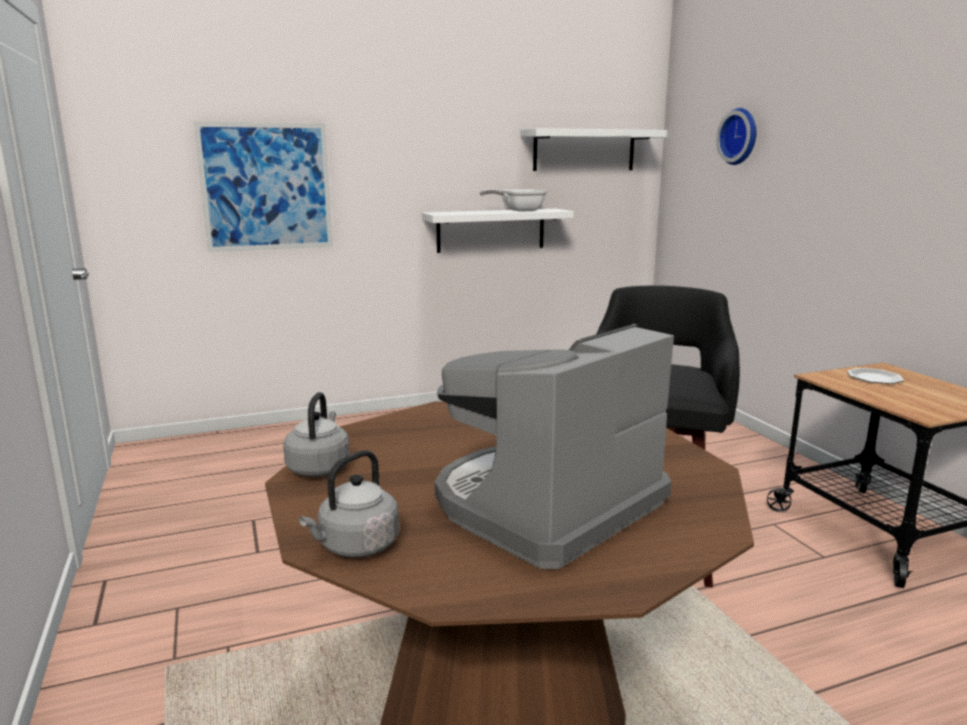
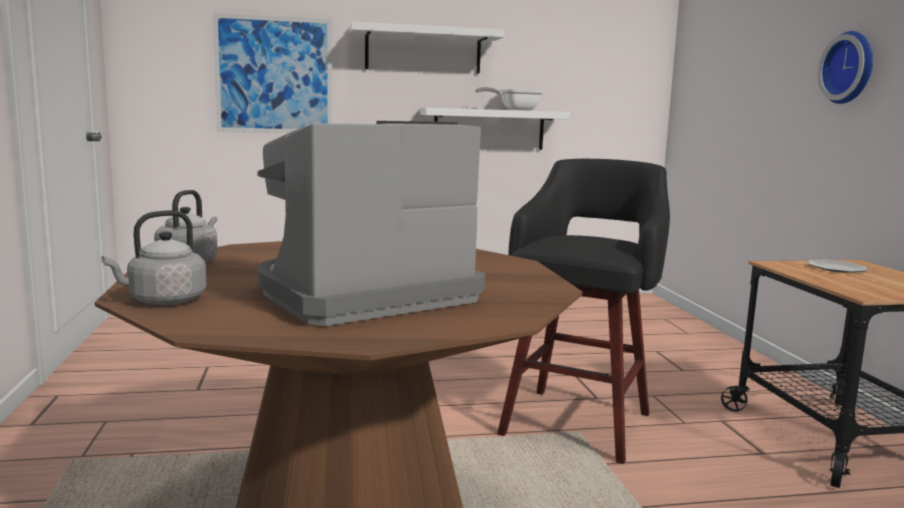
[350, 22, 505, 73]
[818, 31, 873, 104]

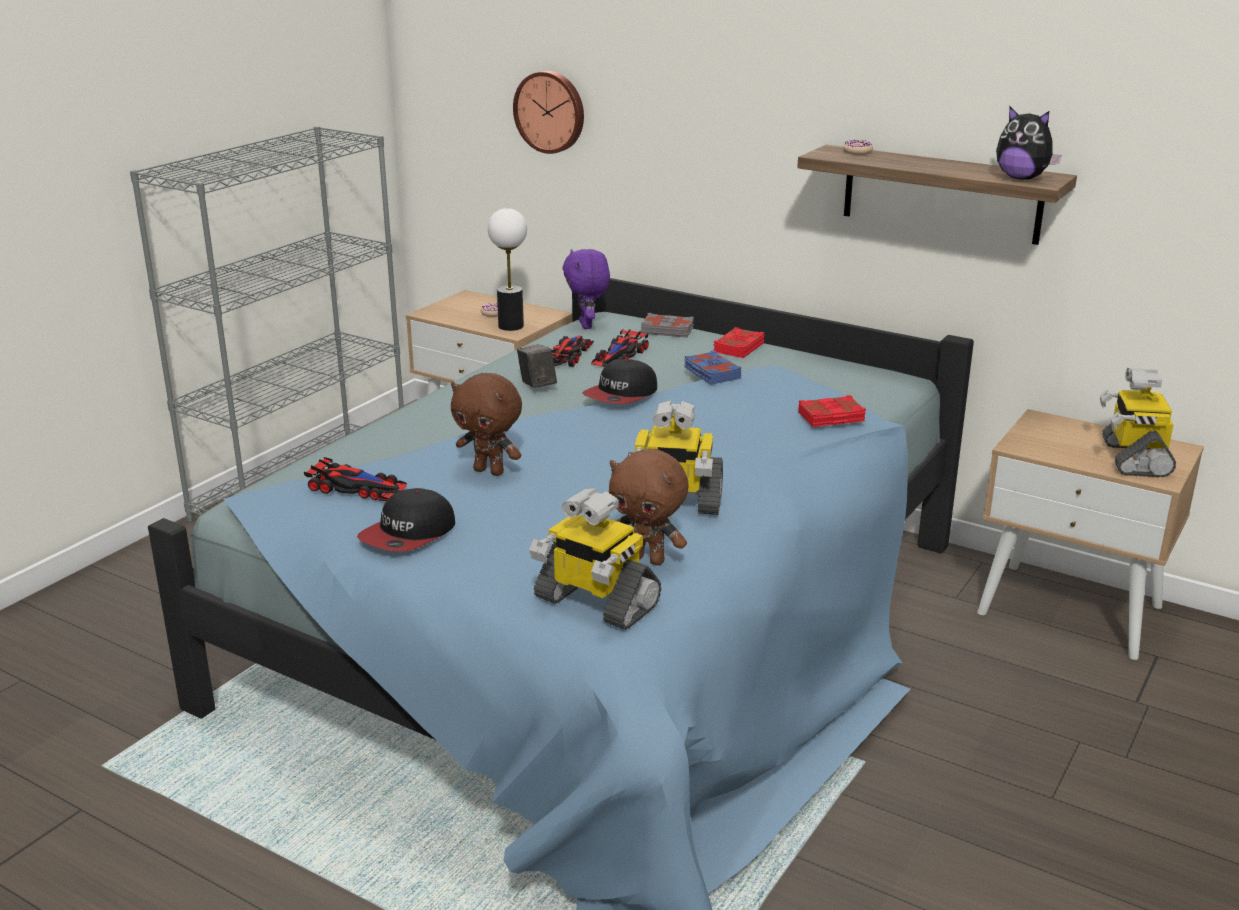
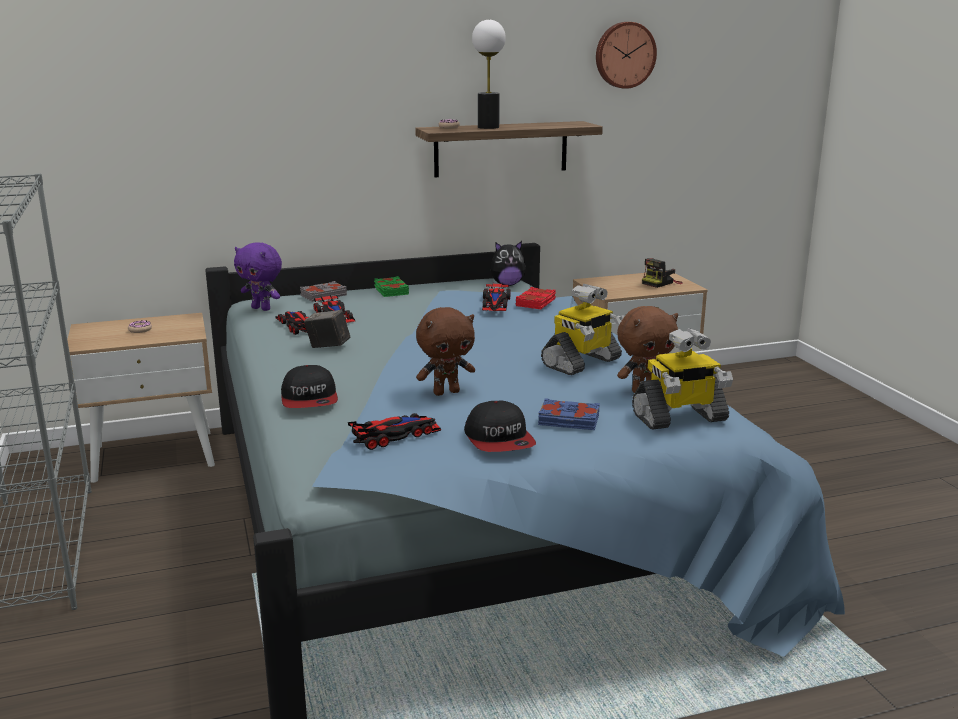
[472, 20, 506, 129]
[596, 22, 657, 89]
[281, 365, 338, 408]
[538, 398, 600, 430]
[374, 276, 409, 297]
[491, 241, 526, 286]
[642, 258, 683, 288]
[482, 284, 511, 311]

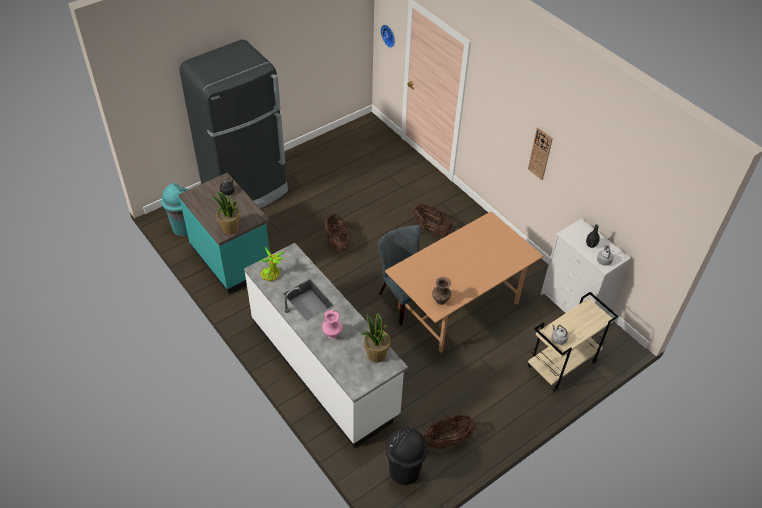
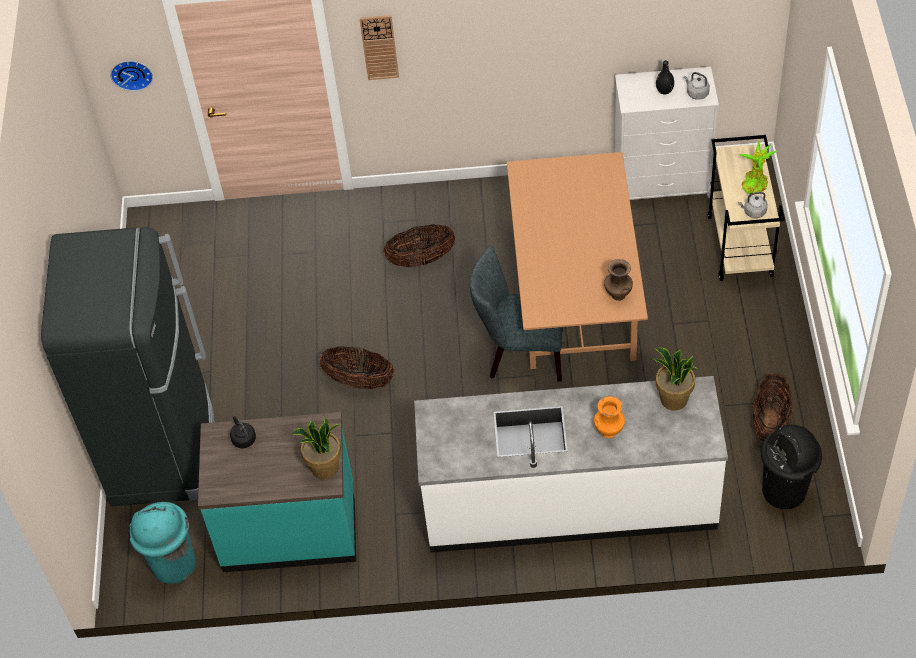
[739, 141, 777, 194]
[594, 396, 625, 438]
[359, 15, 399, 80]

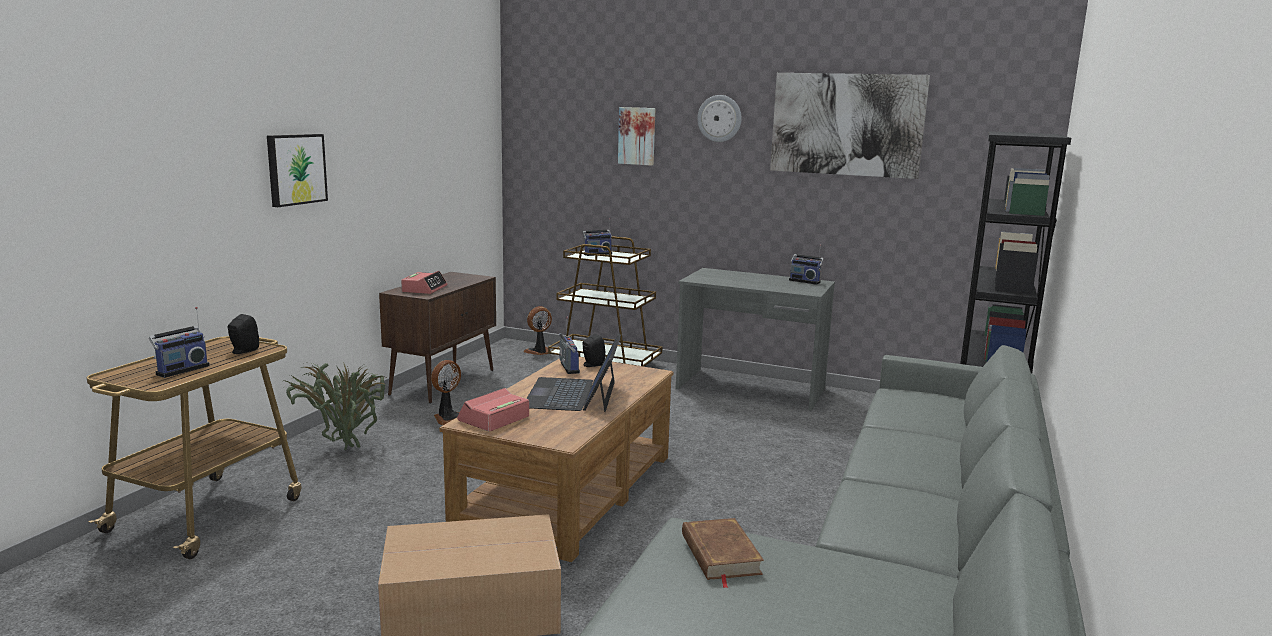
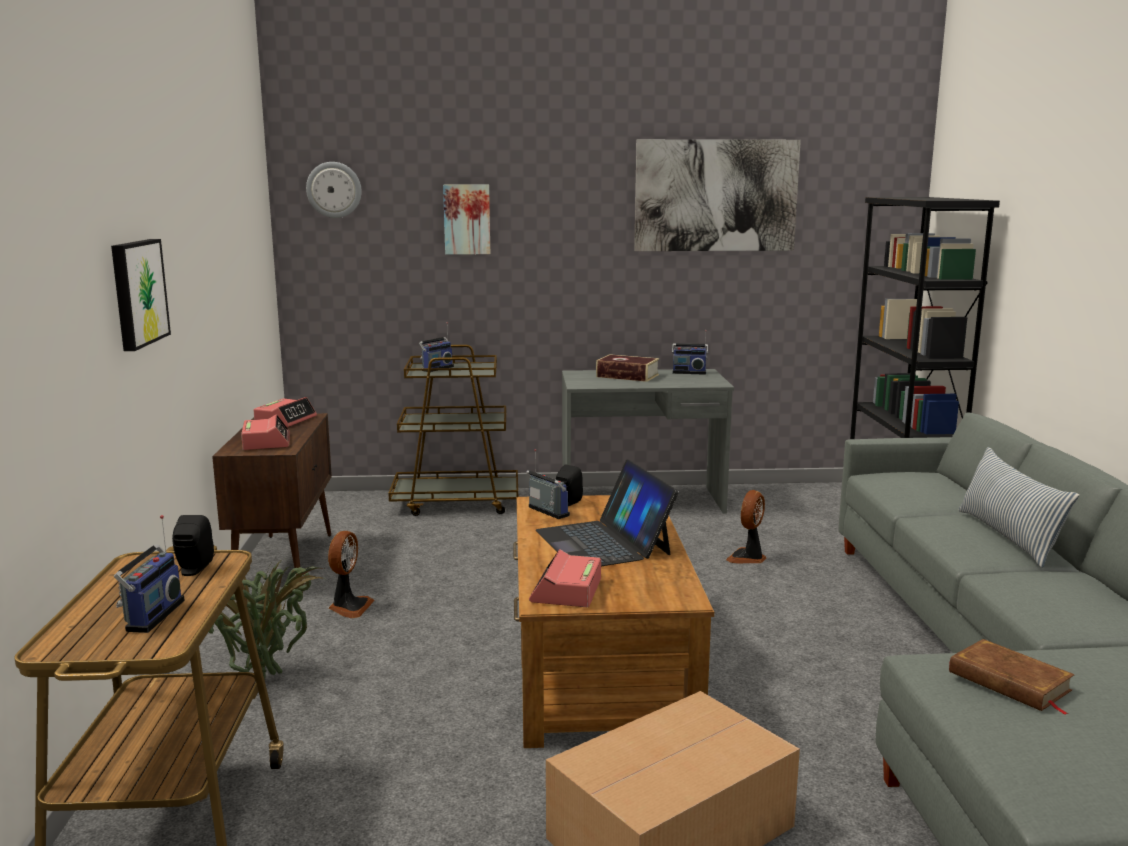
[726, 490, 766, 563]
[306, 162, 362, 218]
[253, 397, 317, 427]
[596, 354, 659, 382]
[958, 447, 1079, 568]

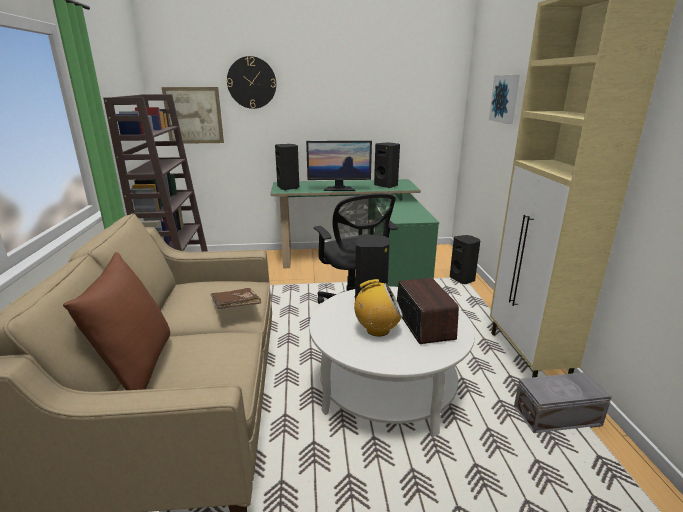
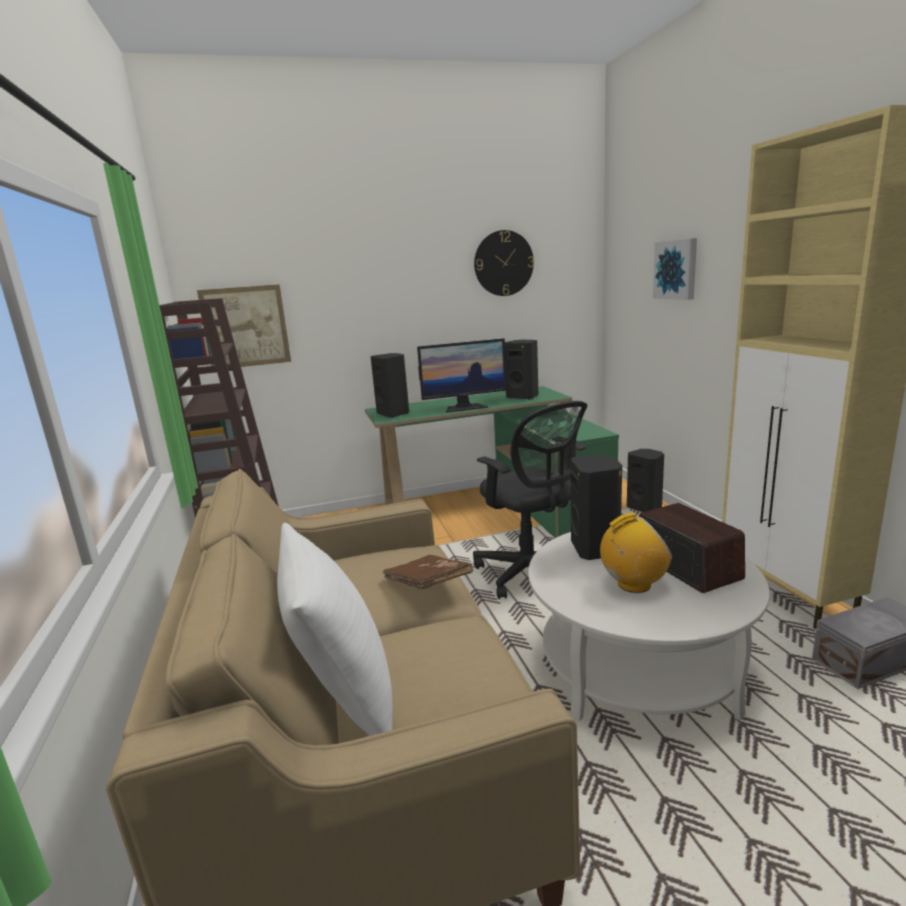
[277, 523, 393, 736]
[474, 230, 534, 296]

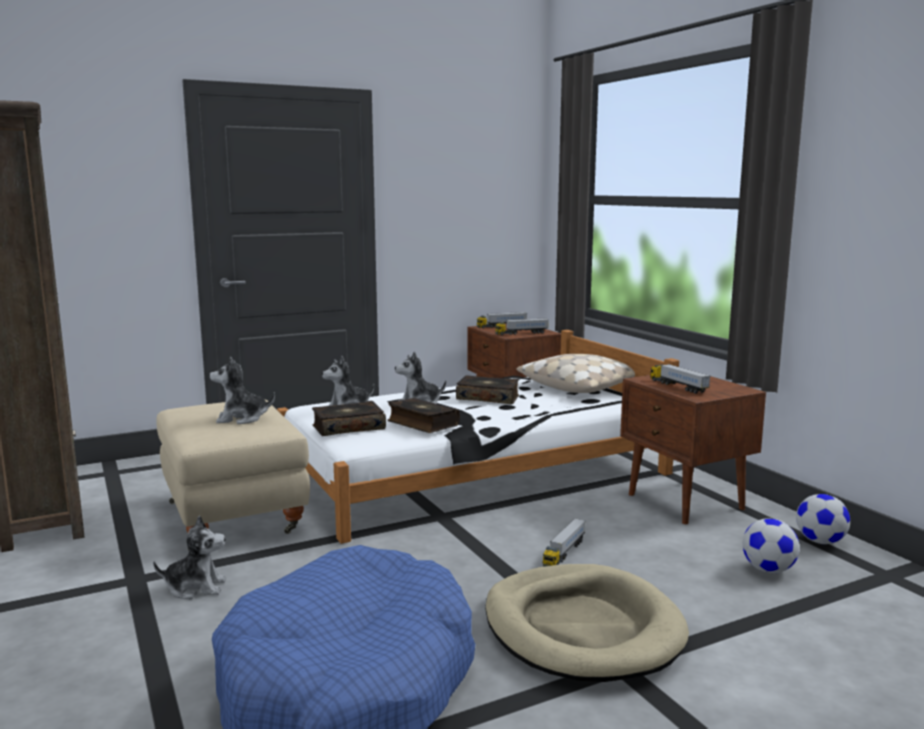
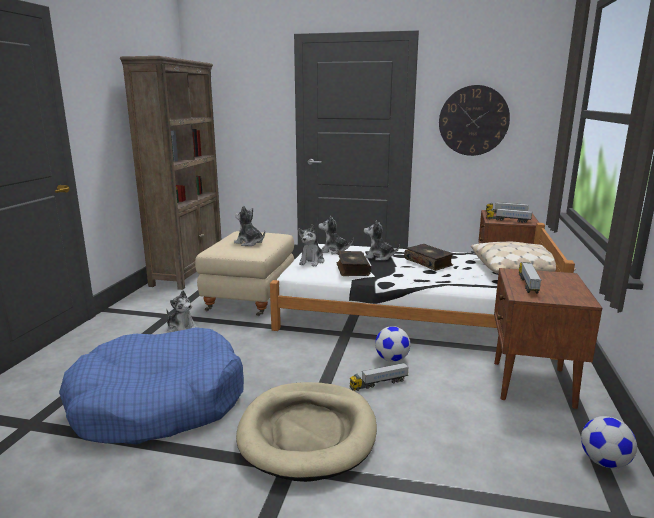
[298, 224, 324, 266]
[375, 326, 411, 362]
[439, 85, 510, 156]

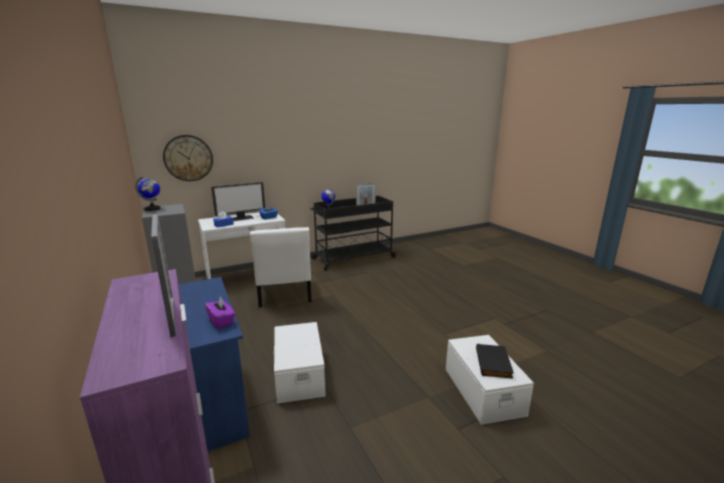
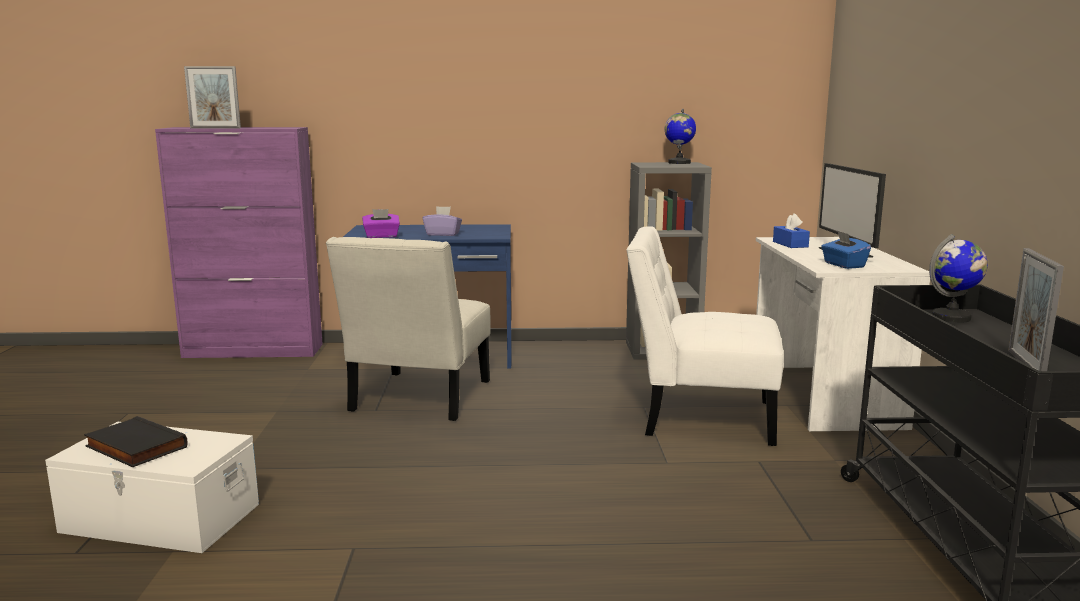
[163, 135, 213, 181] (first image)
[326, 237, 491, 421]
[422, 206, 462, 236]

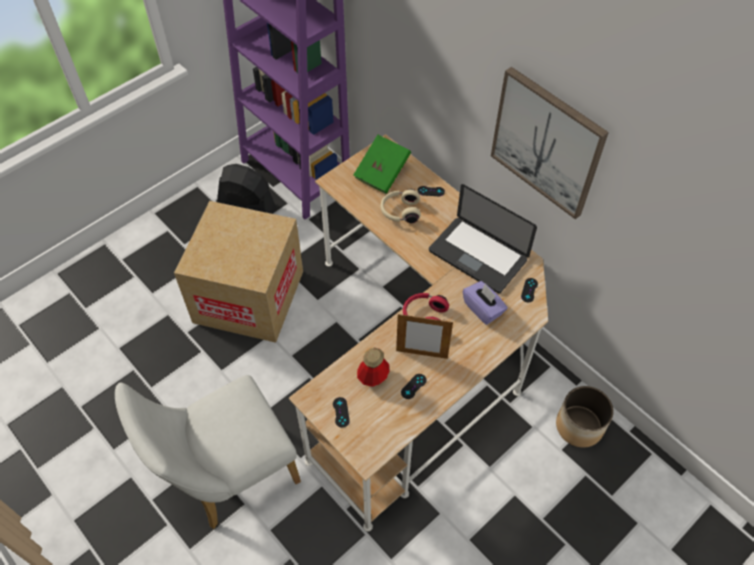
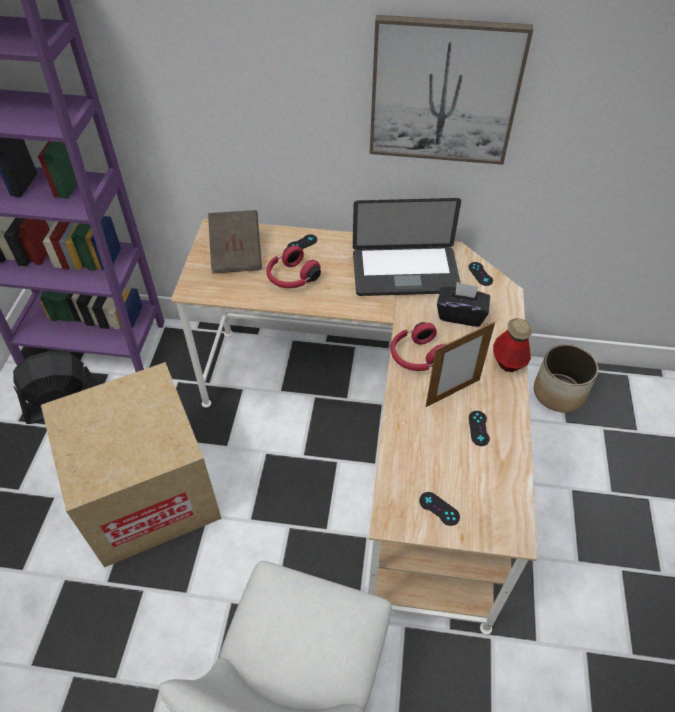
[208, 210, 262, 273]
[493, 318, 532, 372]
[266, 245, 321, 288]
[437, 282, 490, 327]

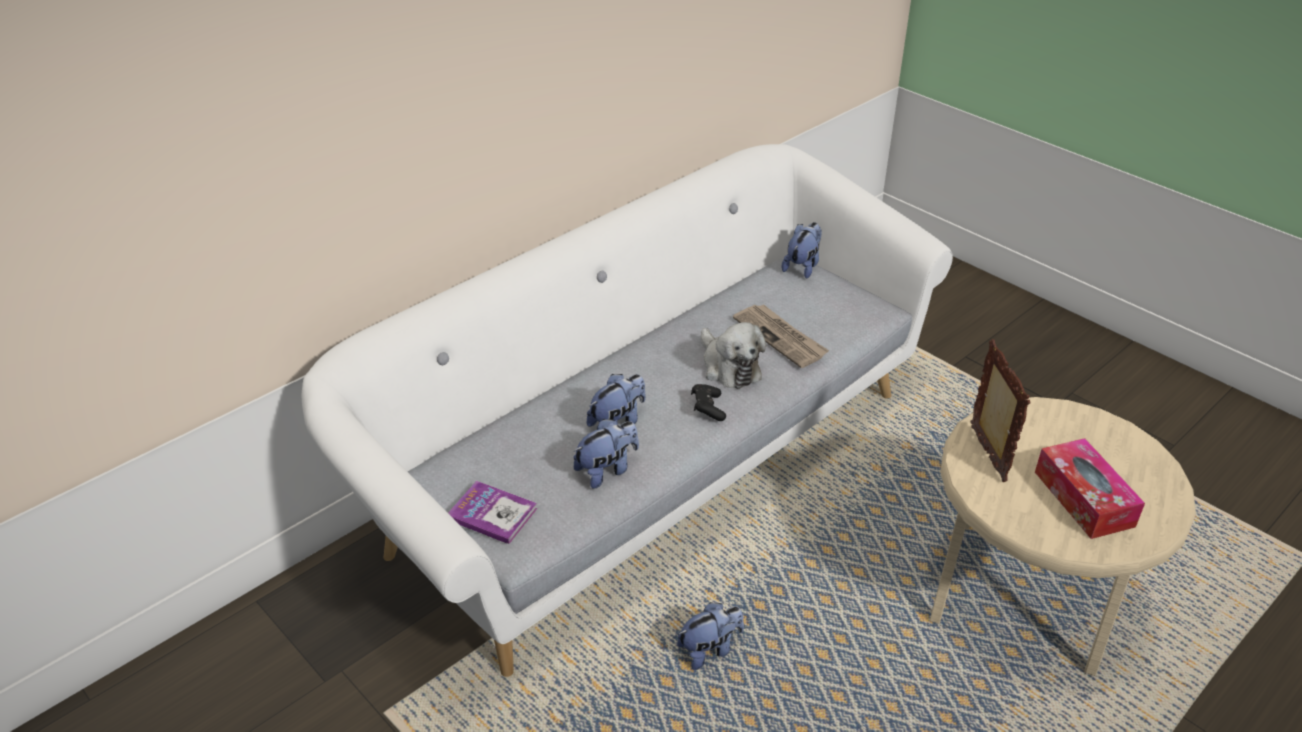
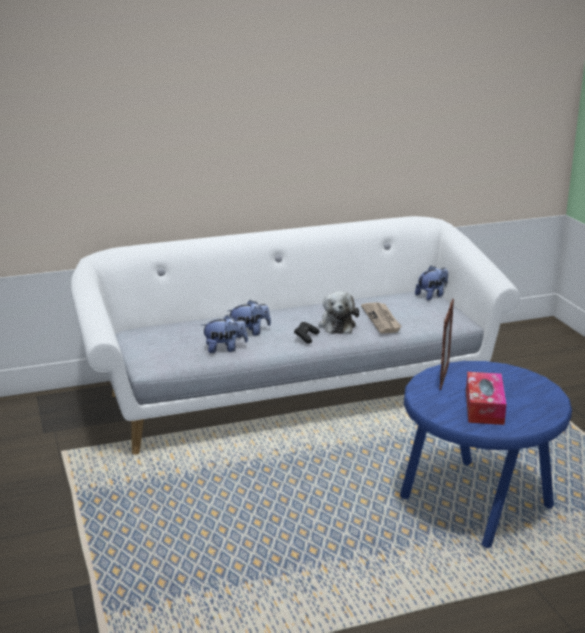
[448, 481, 538, 544] (first image)
[677, 602, 744, 670] (first image)
[400, 361, 572, 548]

